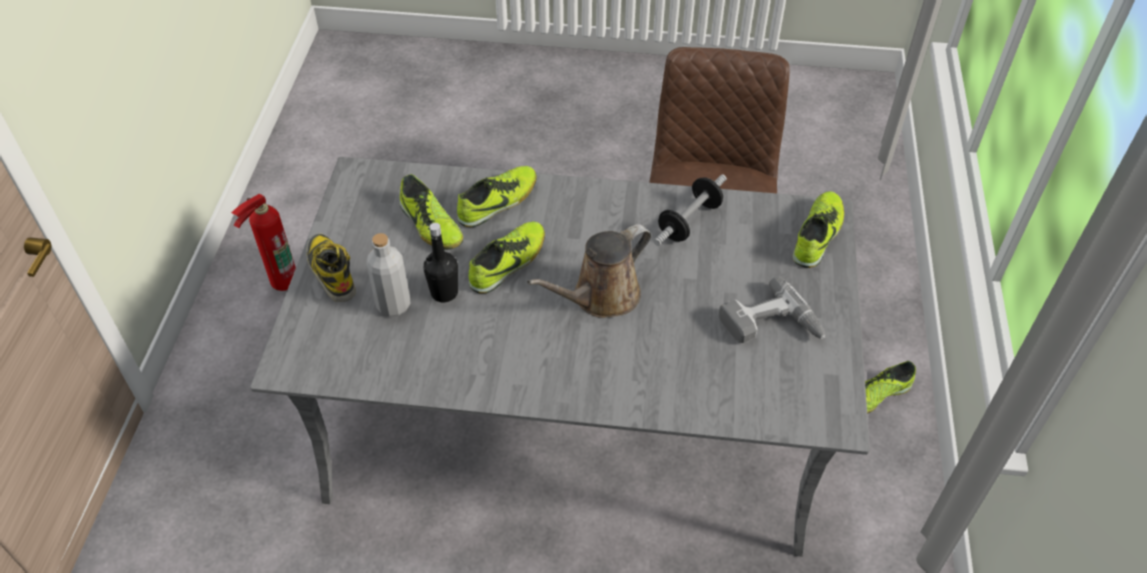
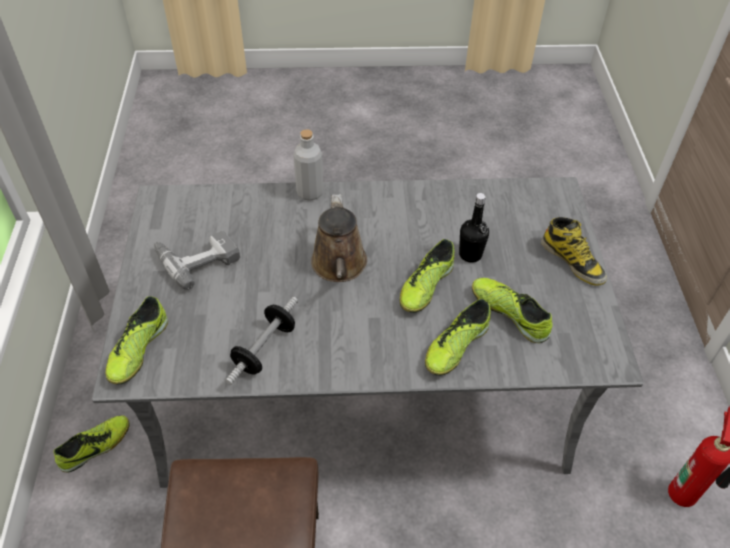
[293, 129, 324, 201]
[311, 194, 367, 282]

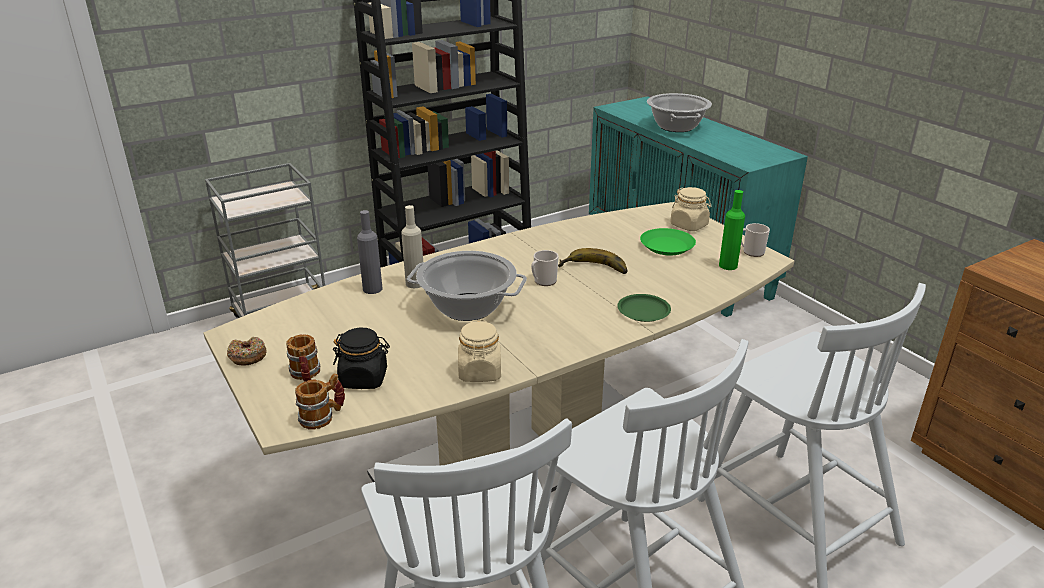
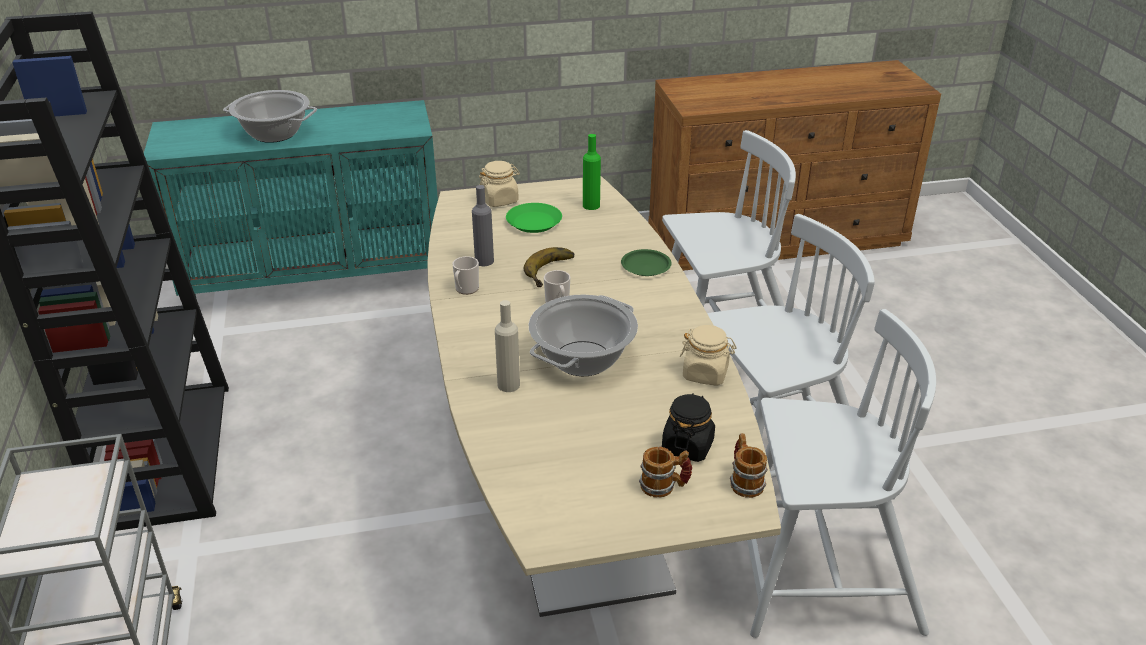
[227, 337, 266, 366] (first image)
[472, 185, 494, 266]
[452, 256, 479, 295]

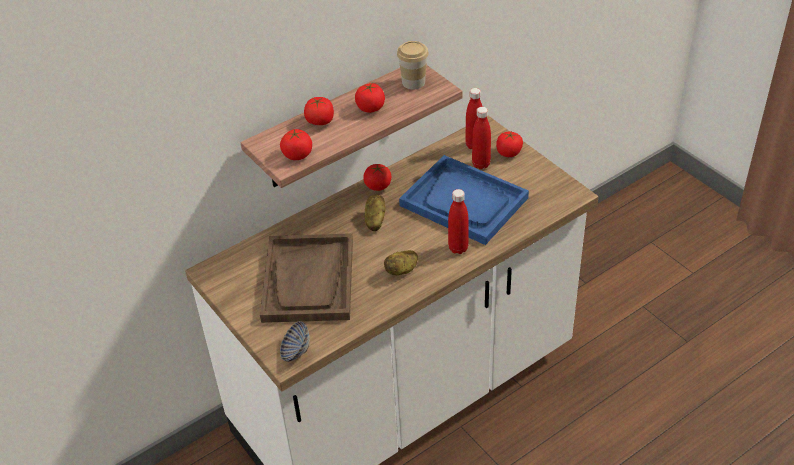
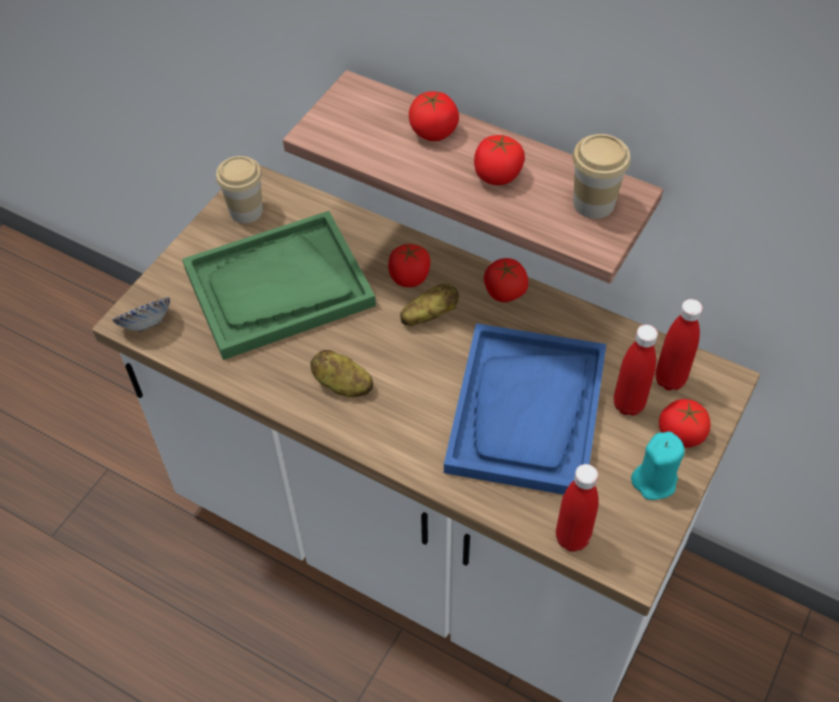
[182, 211, 376, 360]
[388, 244, 430, 287]
[556, 464, 598, 552]
[216, 156, 263, 223]
[631, 431, 685, 500]

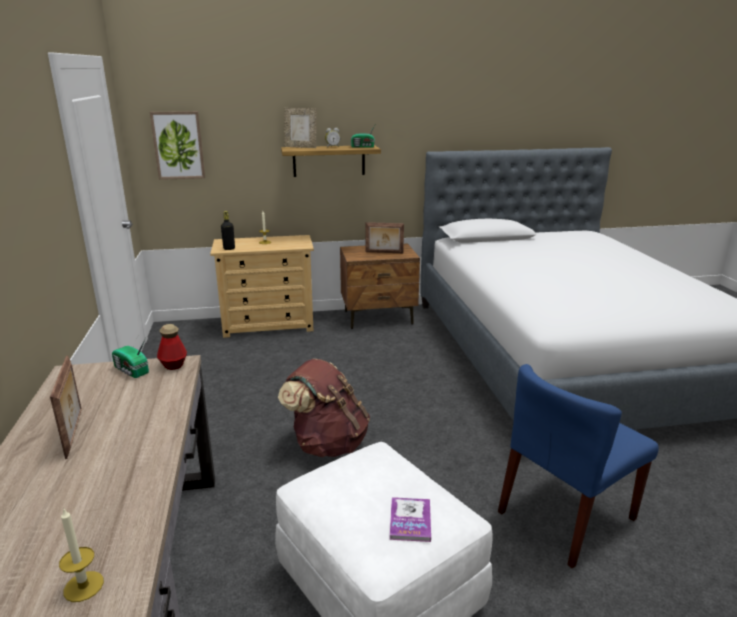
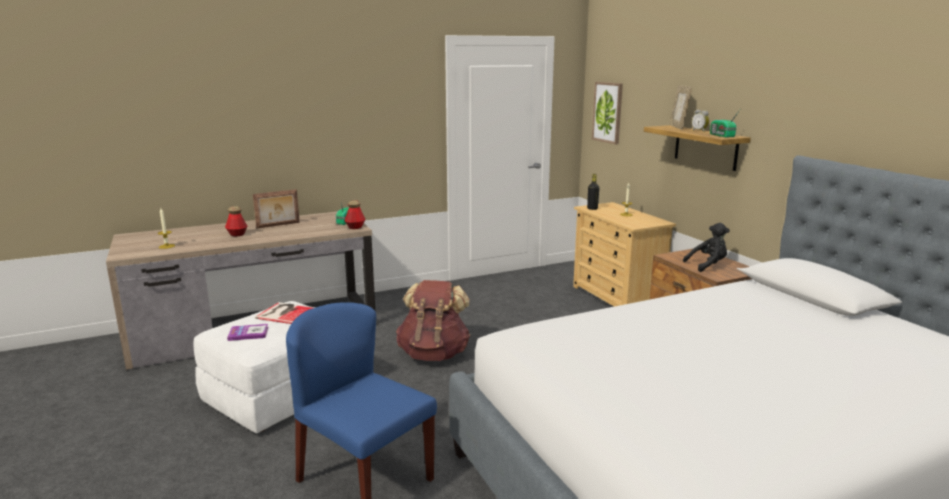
[683, 223, 730, 272]
[225, 206, 248, 236]
[255, 302, 316, 324]

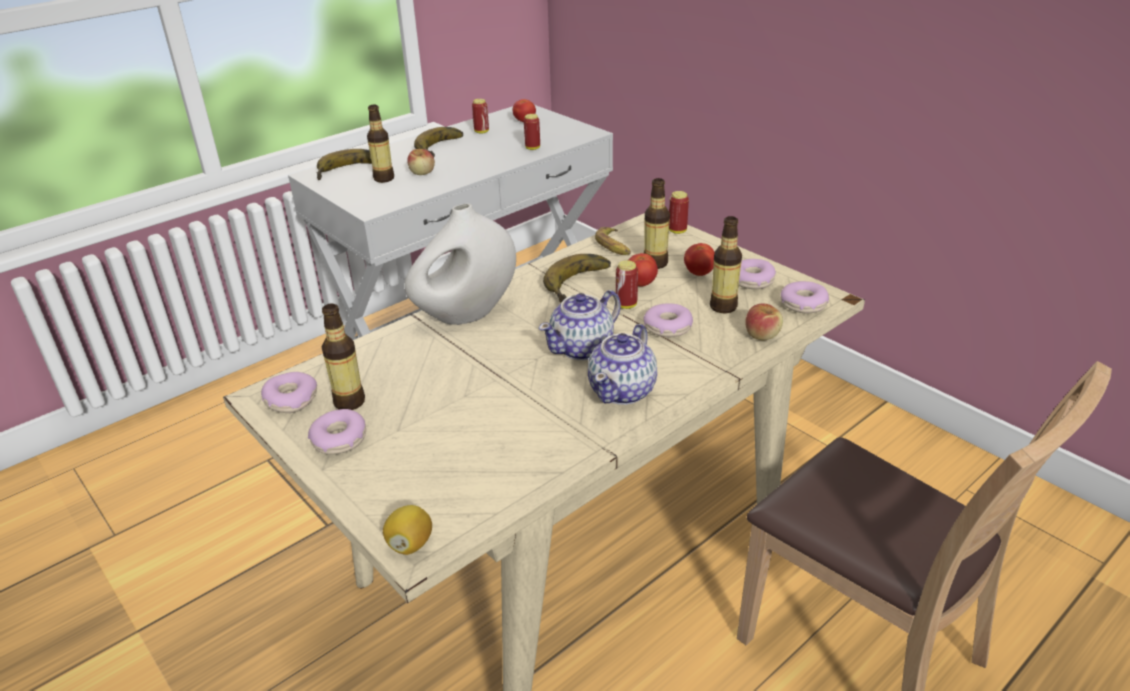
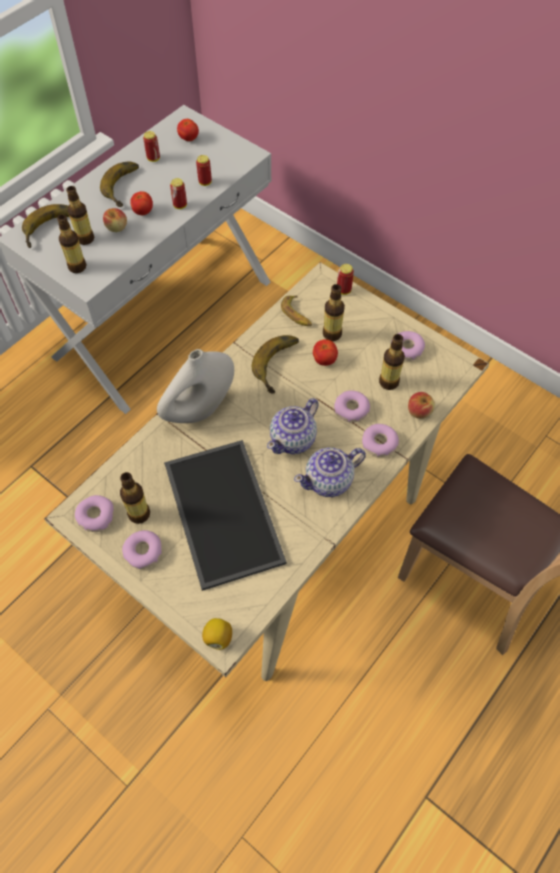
[294, 447, 366, 497]
[170, 178, 187, 209]
[130, 191, 153, 215]
[362, 424, 399, 457]
[57, 215, 86, 273]
[164, 440, 287, 591]

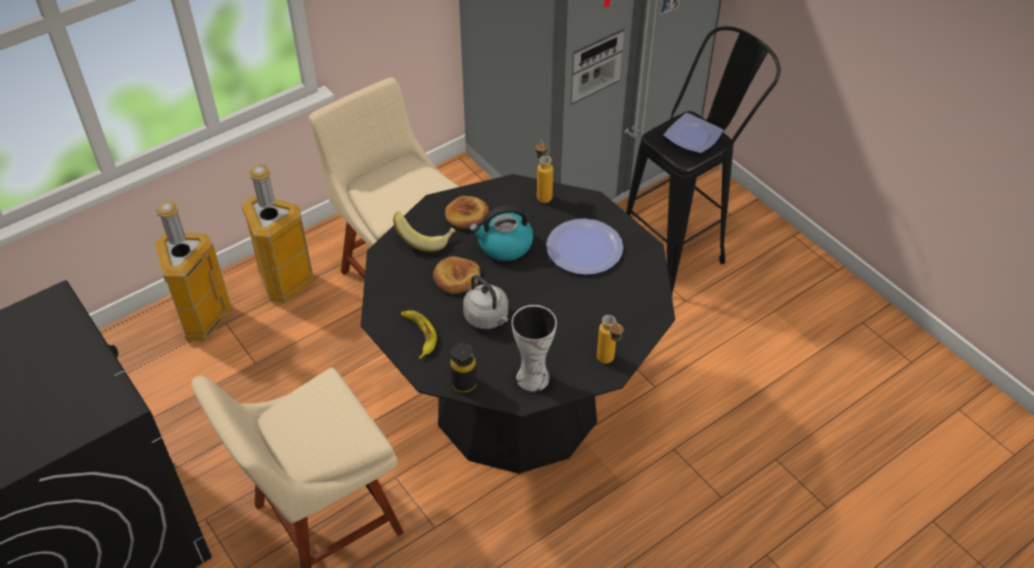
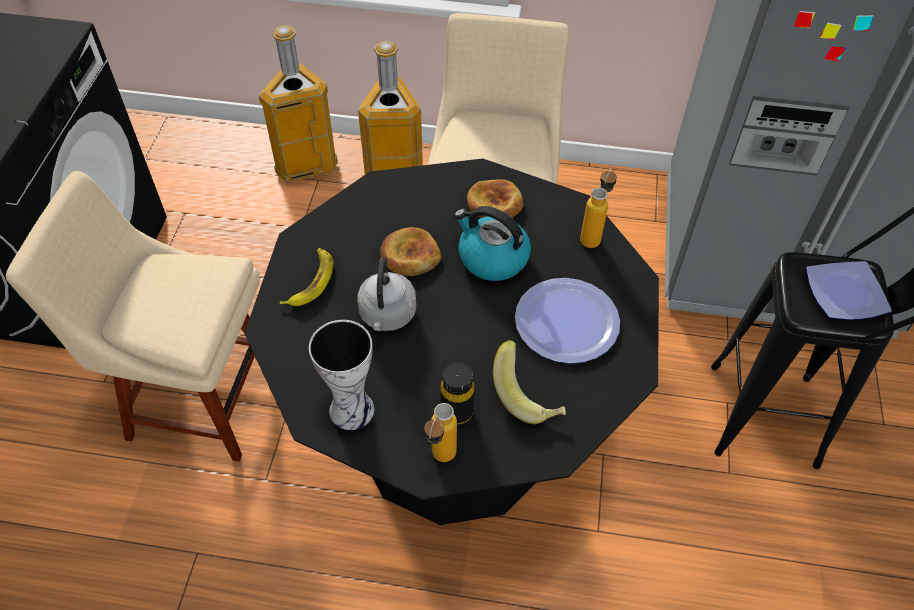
[493, 340, 566, 424]
[441, 362, 474, 424]

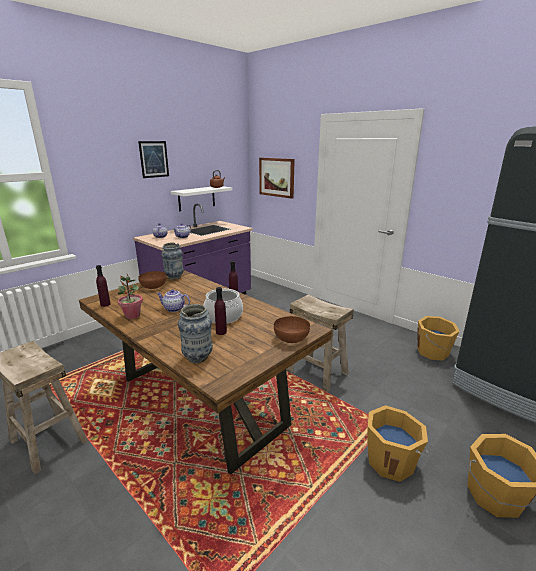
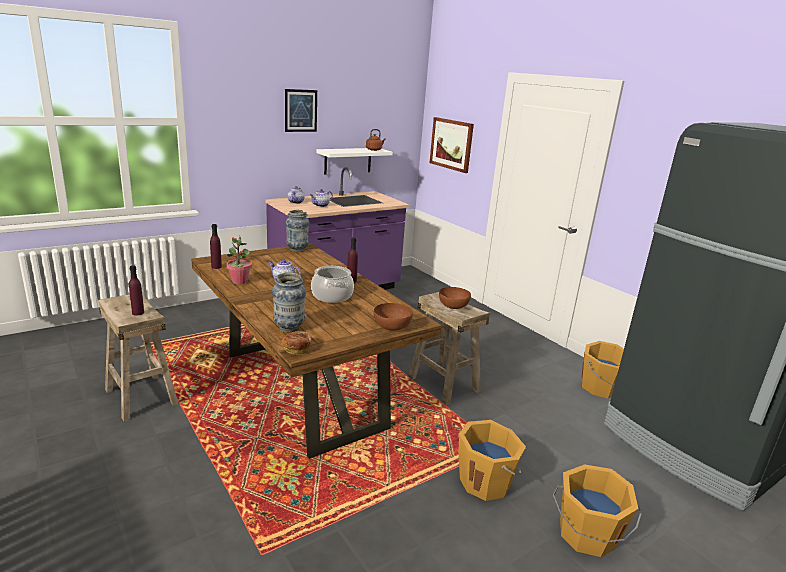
[439, 287, 471, 309]
[129, 265, 144, 315]
[281, 331, 311, 355]

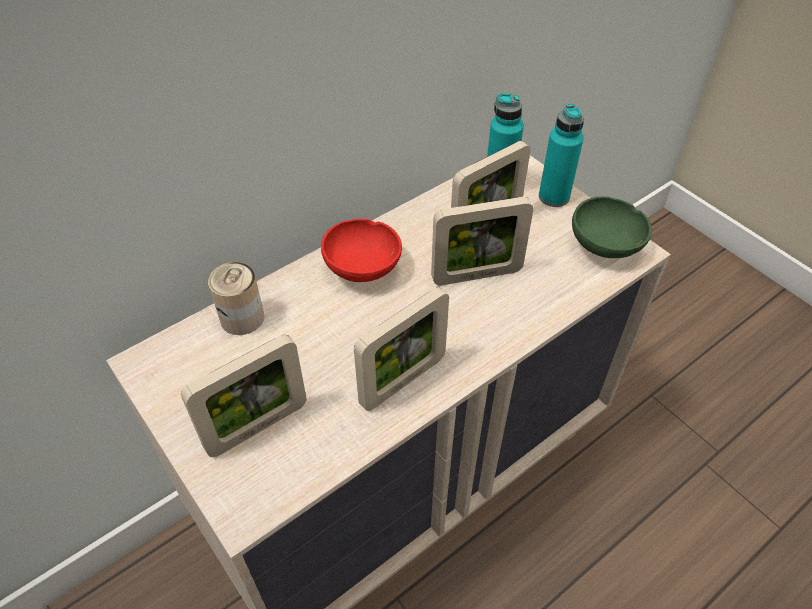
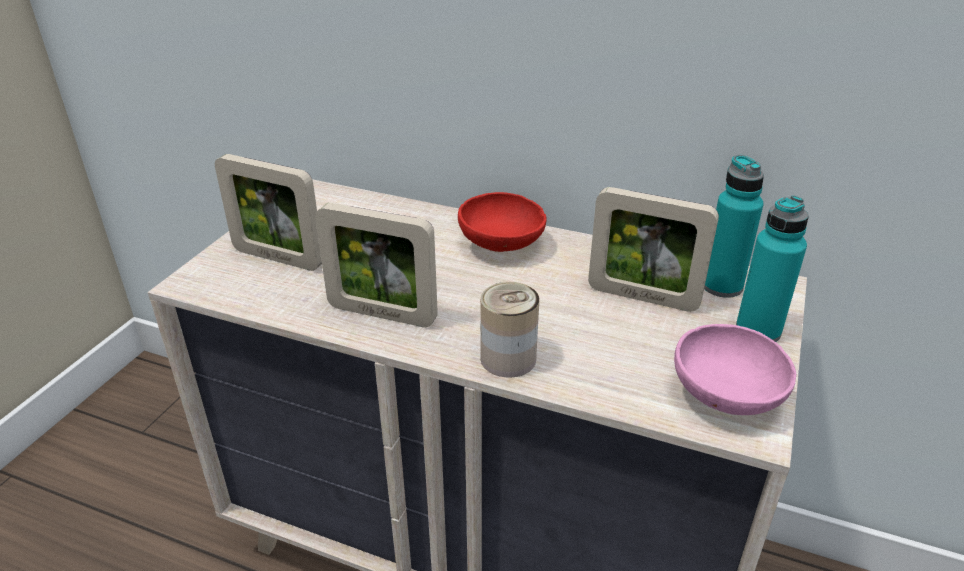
[480, 282, 540, 378]
[431, 197, 533, 286] (first image)
[674, 324, 796, 415]

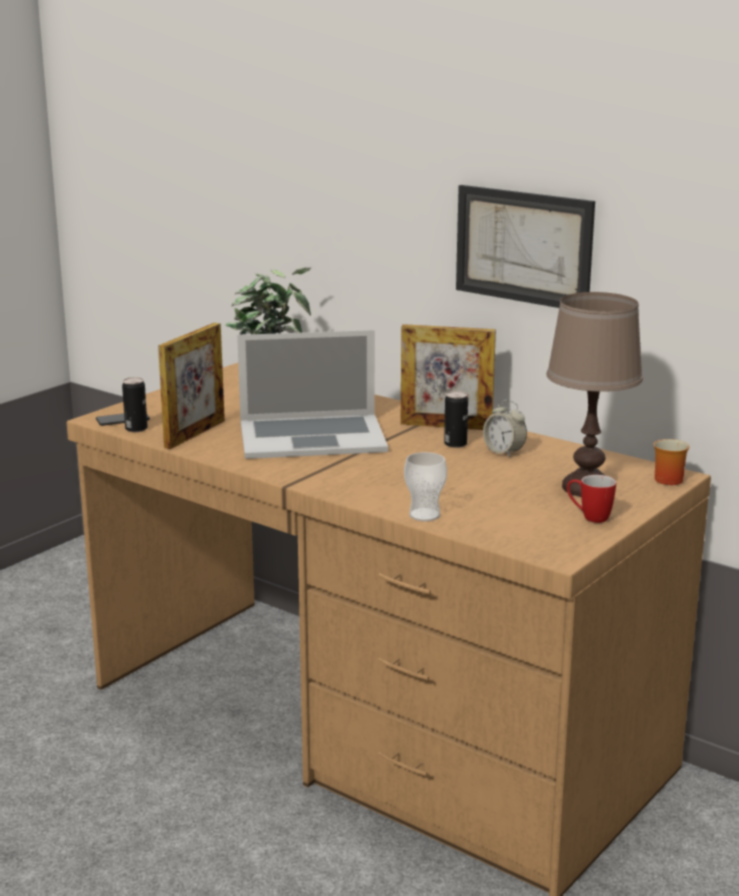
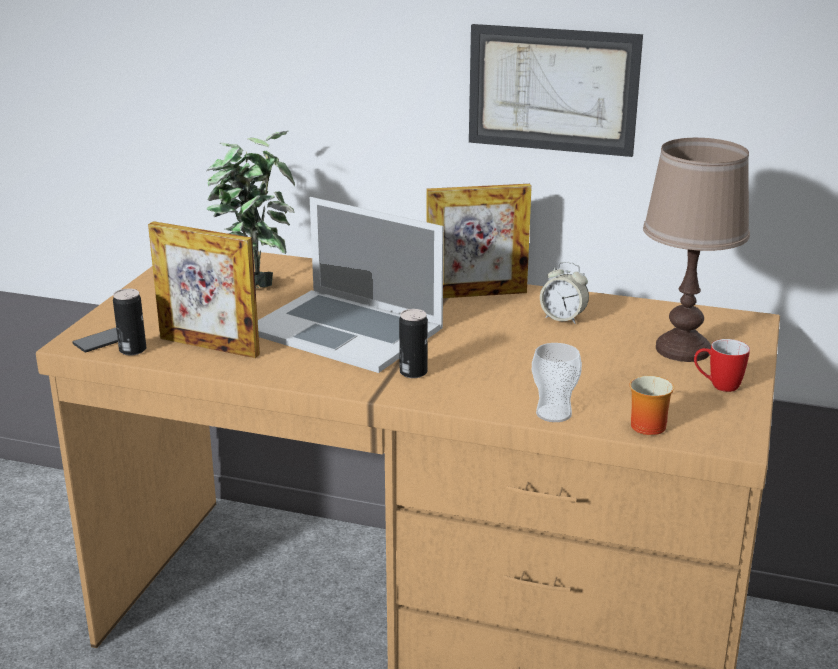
[148, 221, 260, 358]
[258, 197, 444, 373]
[399, 309, 428, 378]
[630, 376, 674, 435]

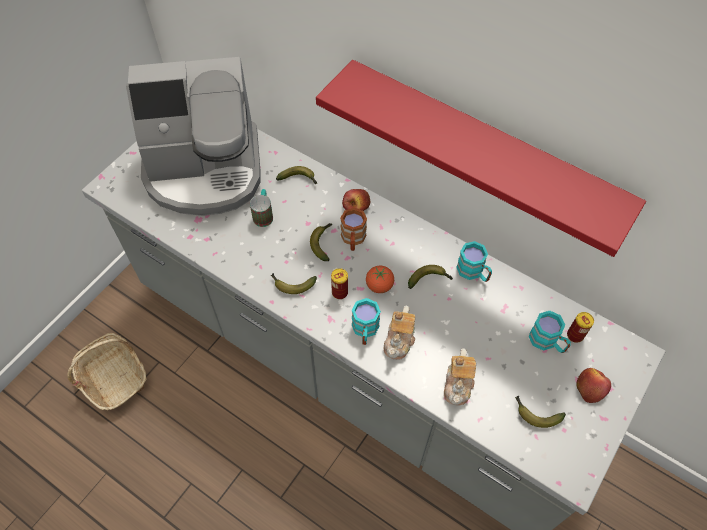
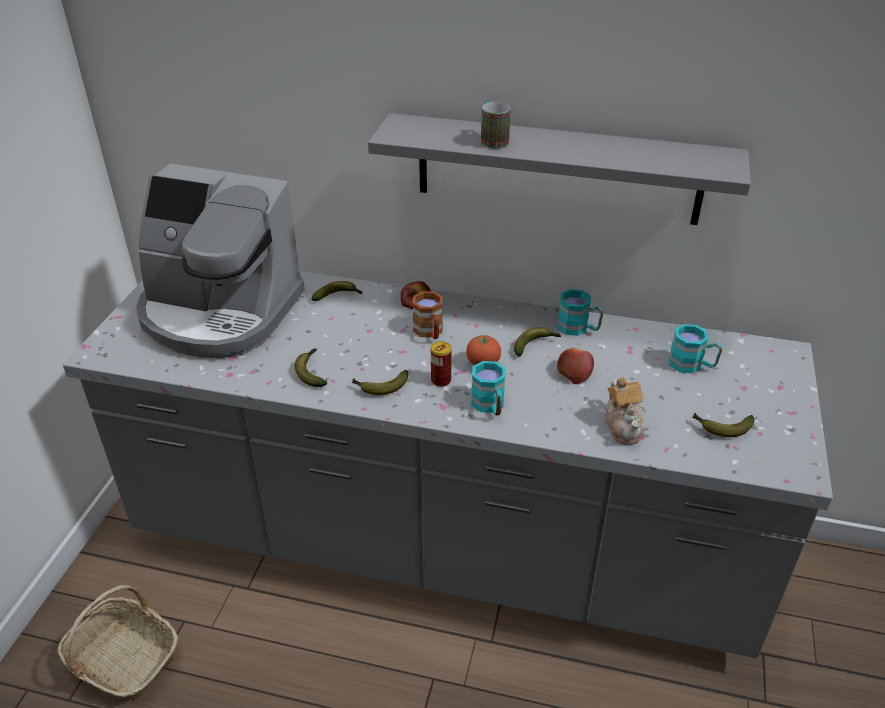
[136, 163, 305, 358]
[481, 101, 511, 149]
[294, 349, 327, 387]
[368, 113, 751, 225]
[384, 306, 415, 360] (first image)
[567, 312, 594, 343] (first image)
[557, 348, 594, 384]

